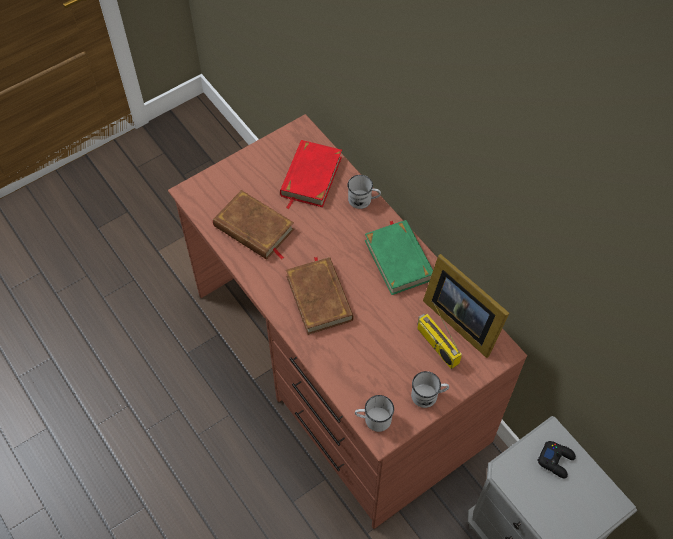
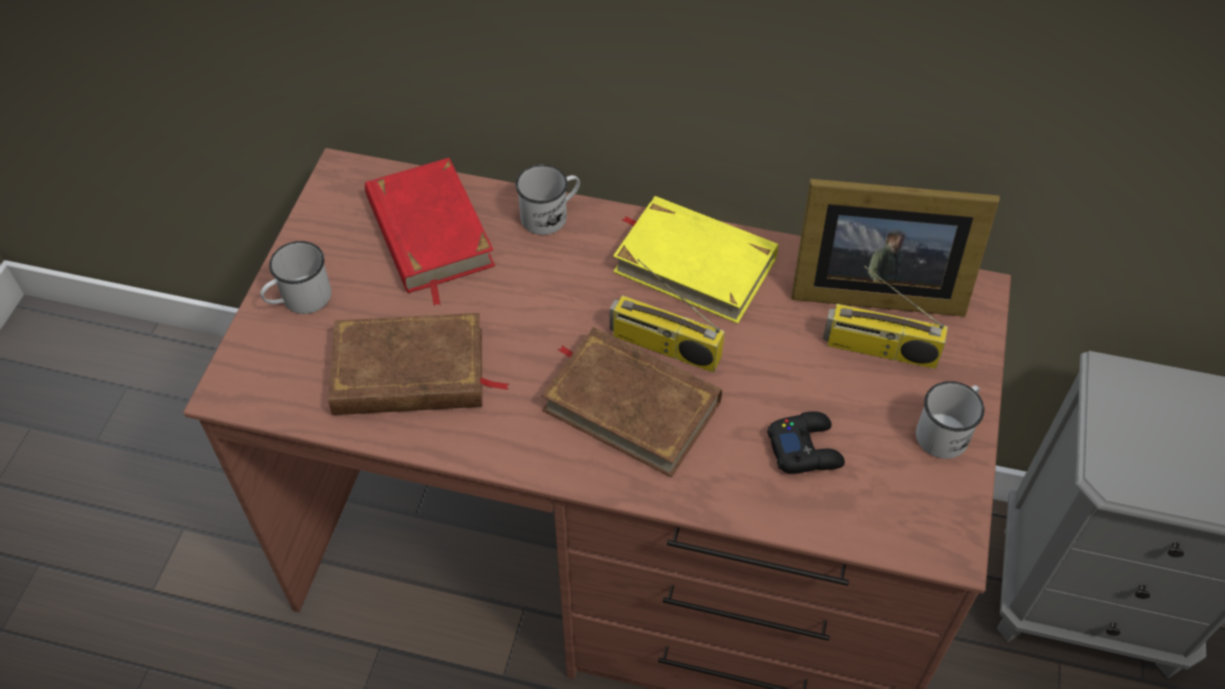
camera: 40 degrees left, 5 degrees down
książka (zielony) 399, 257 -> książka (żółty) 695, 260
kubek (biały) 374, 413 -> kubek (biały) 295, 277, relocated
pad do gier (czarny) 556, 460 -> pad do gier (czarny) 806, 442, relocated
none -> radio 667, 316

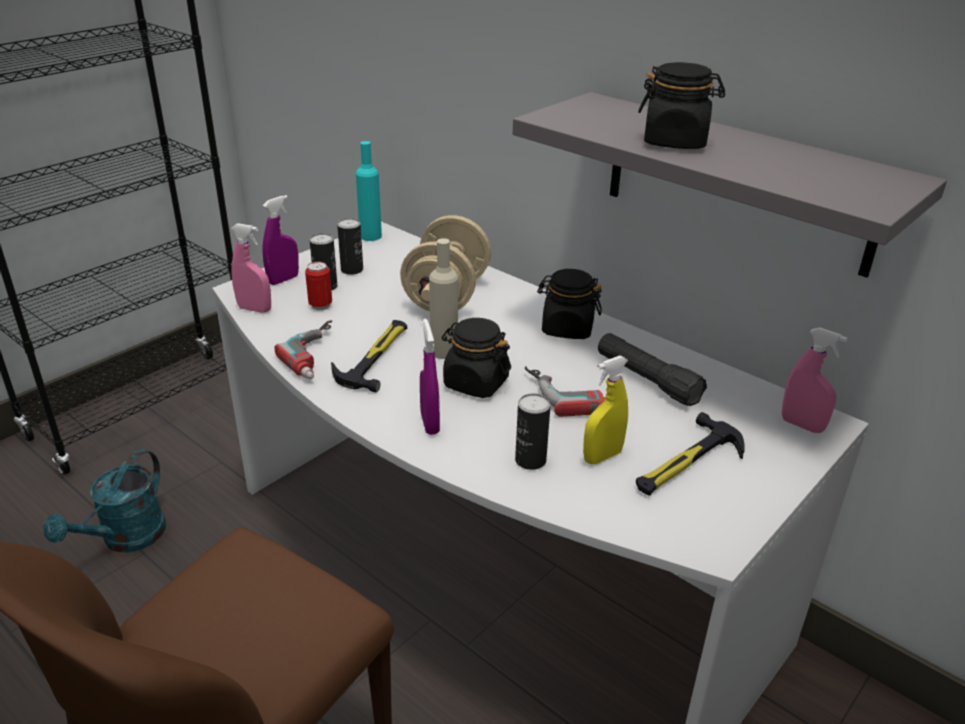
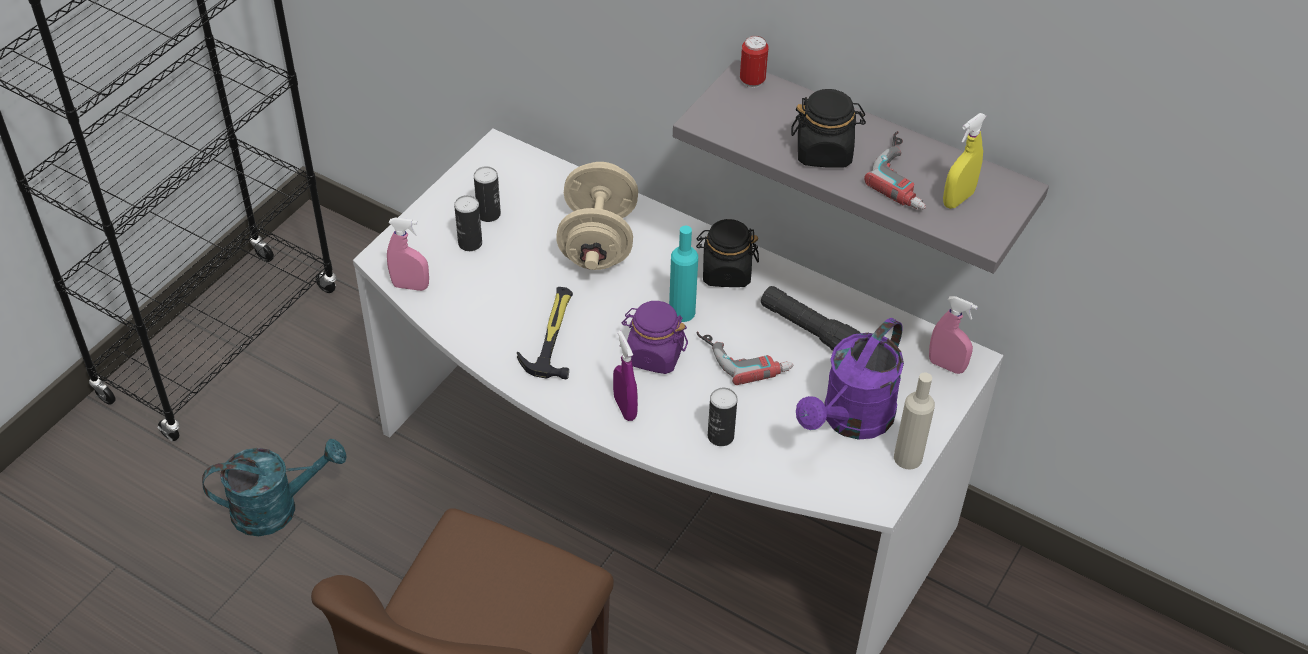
camera: 10 degrees left, 15 degrees up
butelka (turkusowy) 369, 191 -> butelka (turkusowy) 683, 274, relocated
spryskiwacz (fioletowy) 280, 240 -> none
butelka (beżowy) 443, 298 -> butelka (beżowy) 914, 421, relocated
puszka 318, 286 -> puszka 754, 62, relocated
słoik (czarny) 476, 358 -> słoik (fioletowy) 655, 337
wiertarka 303, 349 -> wiertarka 895, 170, relocated
spryskiwacz (żółty) 605, 409 -> spryskiwacz (żółty) 964, 161, relocated
młotek 690, 454 -> konewka (fioletowy) 850, 379
konewka (turkusowy) 104, 501 -> konewka (turkusowy) 274, 487, 120 degrees counterclockwise

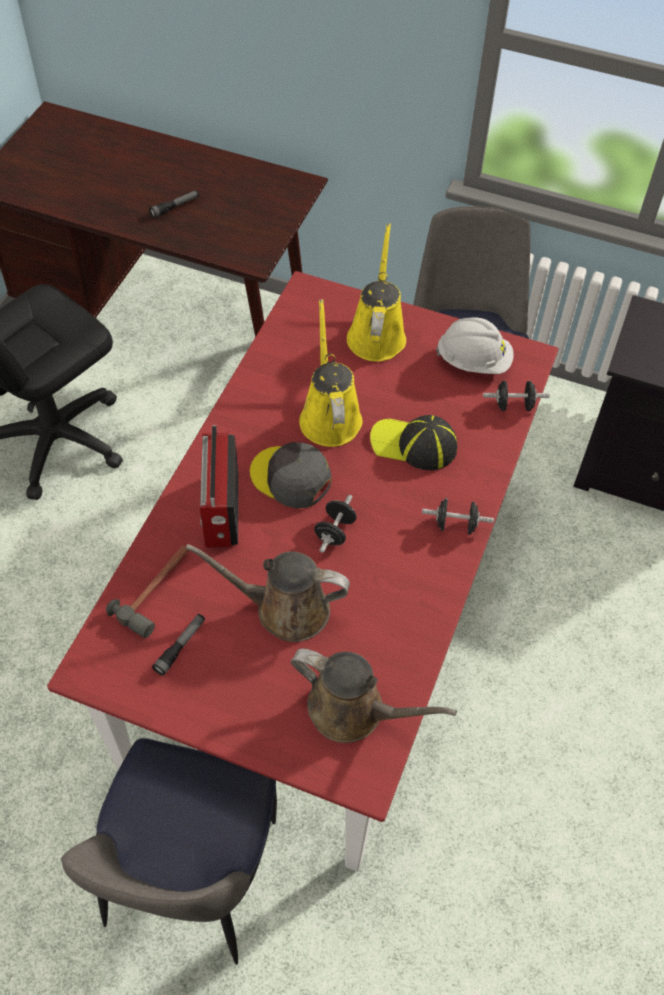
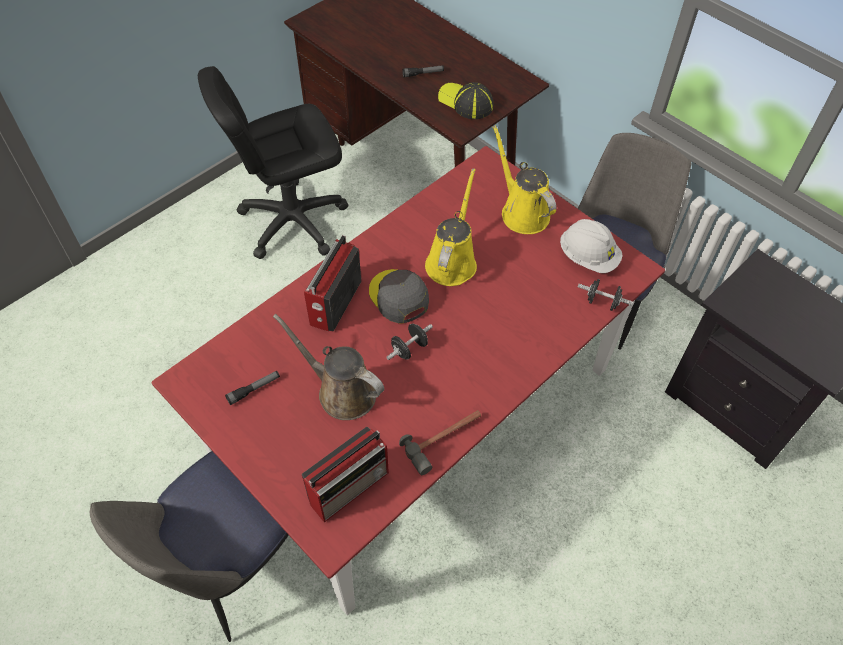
camera: 25 degrees right, 0 degrees up
konewka (żółty) 376, 292 -> konewka (żółty) 524, 179, 60 degrees counterclockwise
czapka z daszkiem 413, 442 -> czapka z daszkiem 466, 100, relocated
hantel (czarny) 458, 516 -> none
młotek 147, 591 -> młotek 440, 442, relocated
konewka (brązowy) 374, 696 -> radio 345, 475

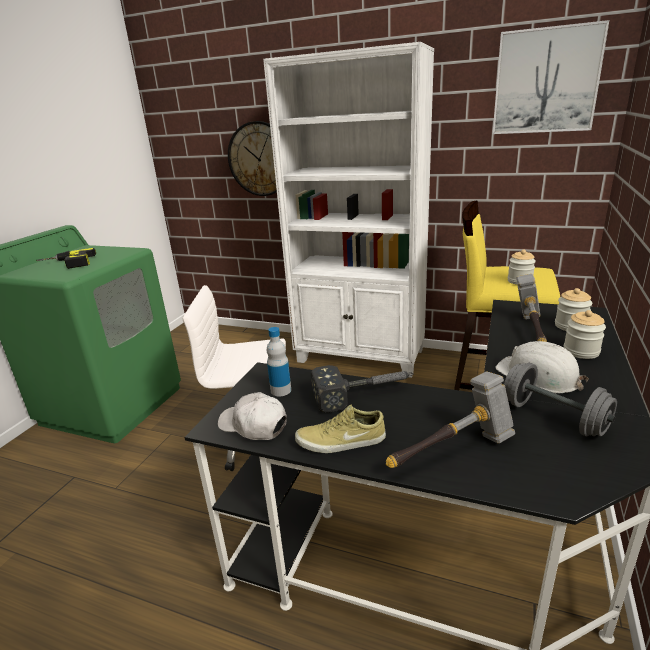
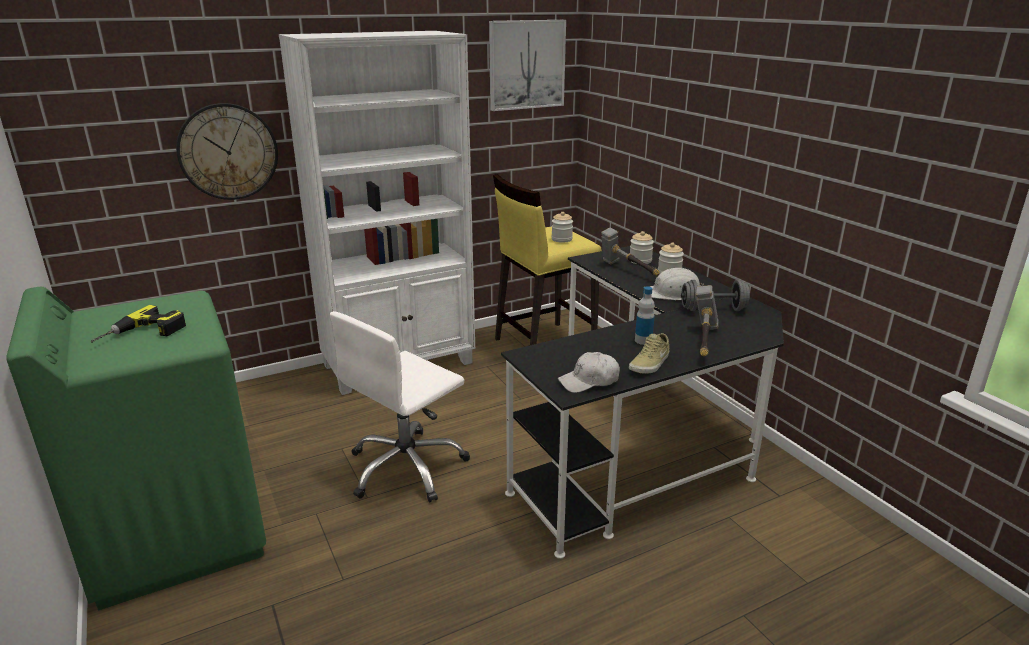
camera: 50 degrees left, 0 degrees up
butelka 278, 361 -> butelka 645, 315, relocated
młotek 362, 389 -> none

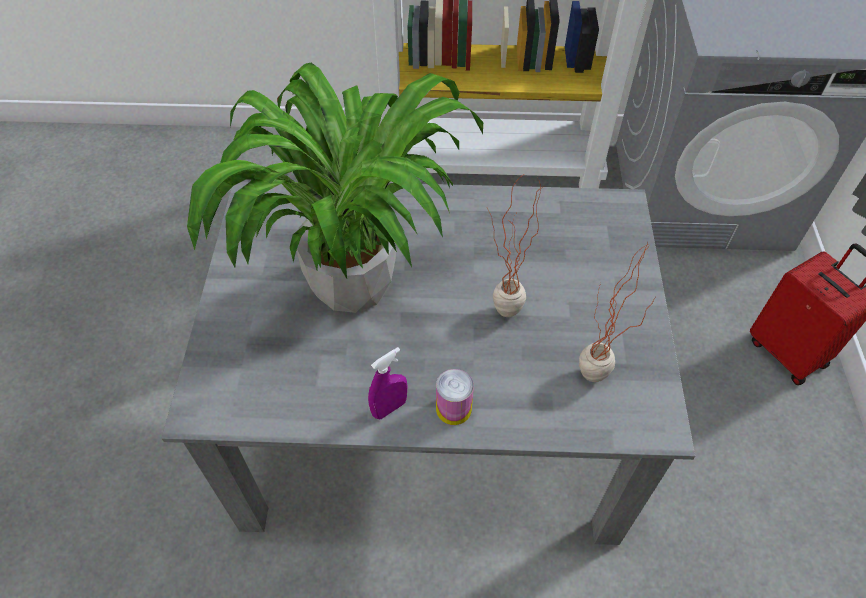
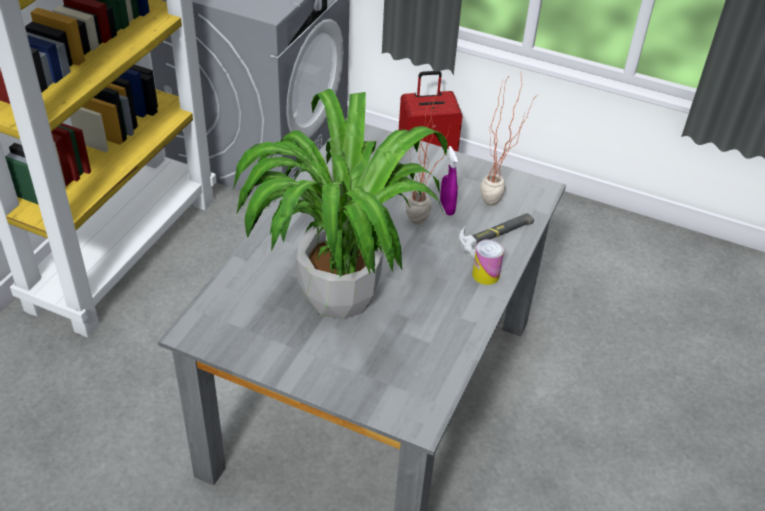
camera: 70 degrees left, 10 degrees down
spryskiwacz (fioletowy) 388, 383 -> spryskiwacz (fioletowy) 449, 180, relocated
none -> młotek 496, 236

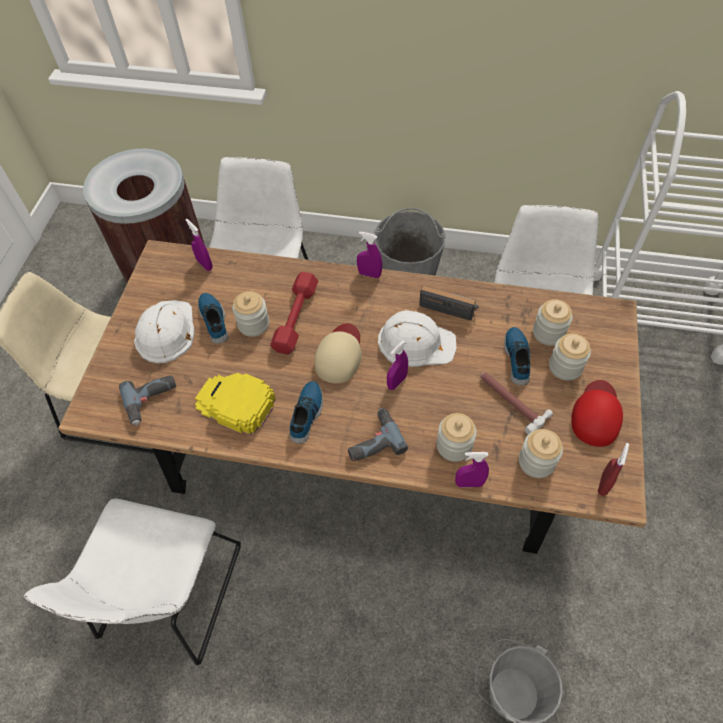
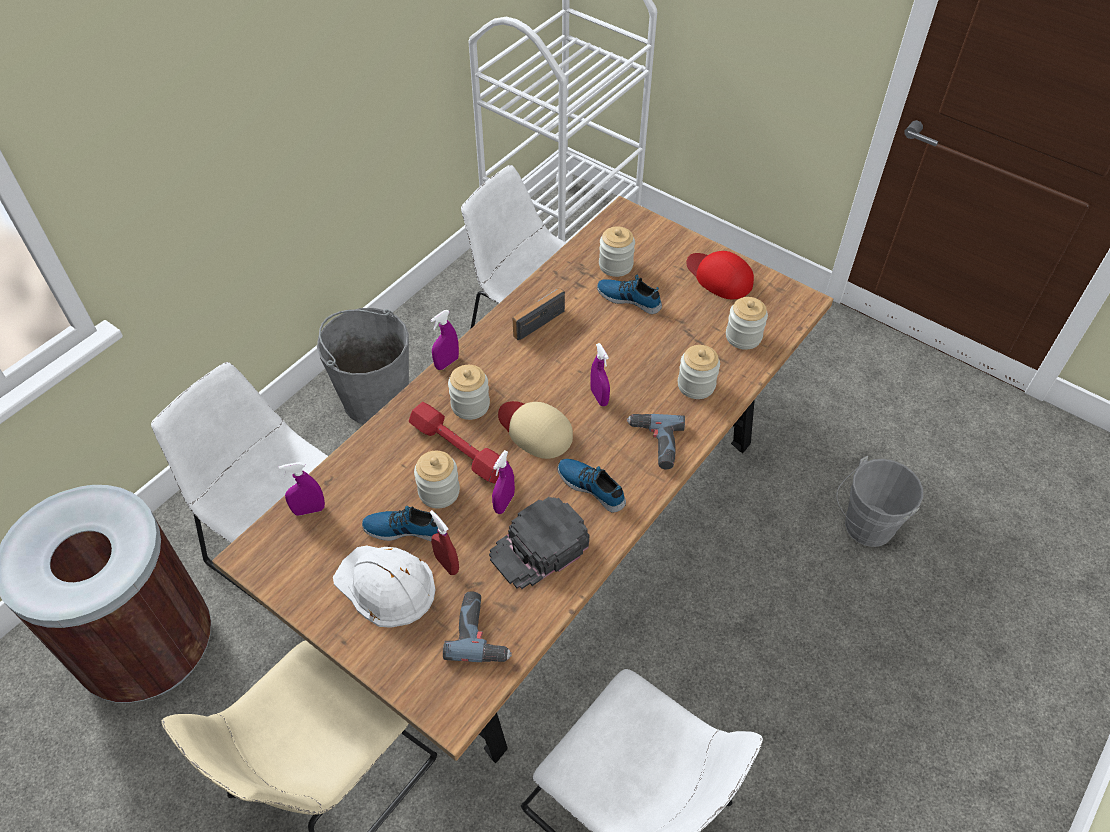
camera: 65 degrees left, 5 degrees down
kask (biały) 417, 338 -> none
słoik 570, 357 -> słoik 469, 392, relocated
młotek 516, 403 -> none
czapka z daszkiem (żółty) 235, 404 -> czapka z daszkiem (czarny) 539, 543
spryskiwacz (czerwony) 613, 469 -> spryskiwacz (czerwony) 444, 542, relocated
spryskiwacz (fioletowy) 472, 470 -> spryskiwacz (fioletowy) 503, 482, relocated

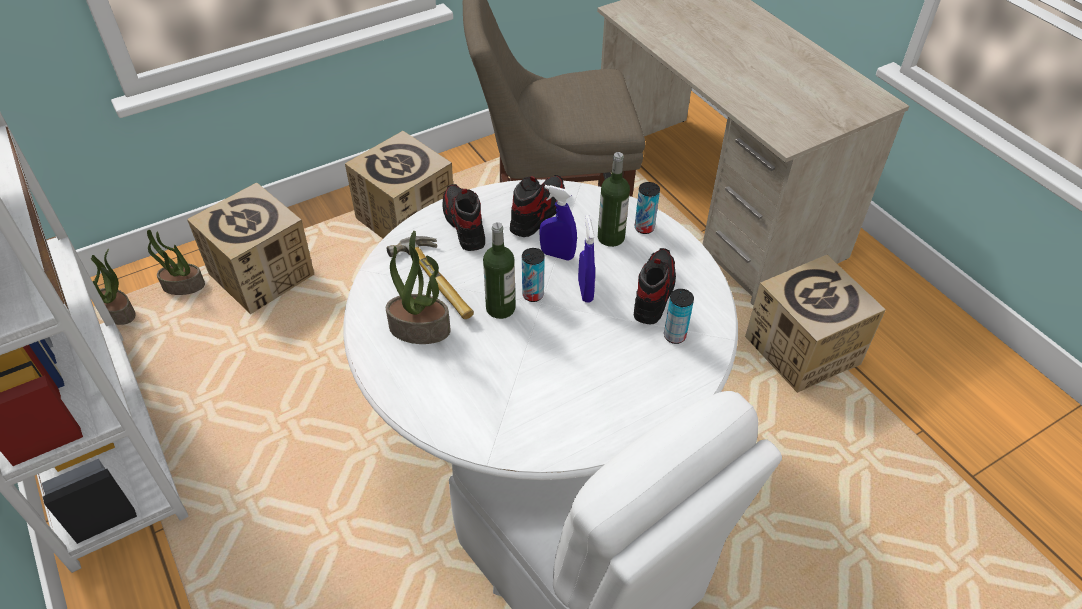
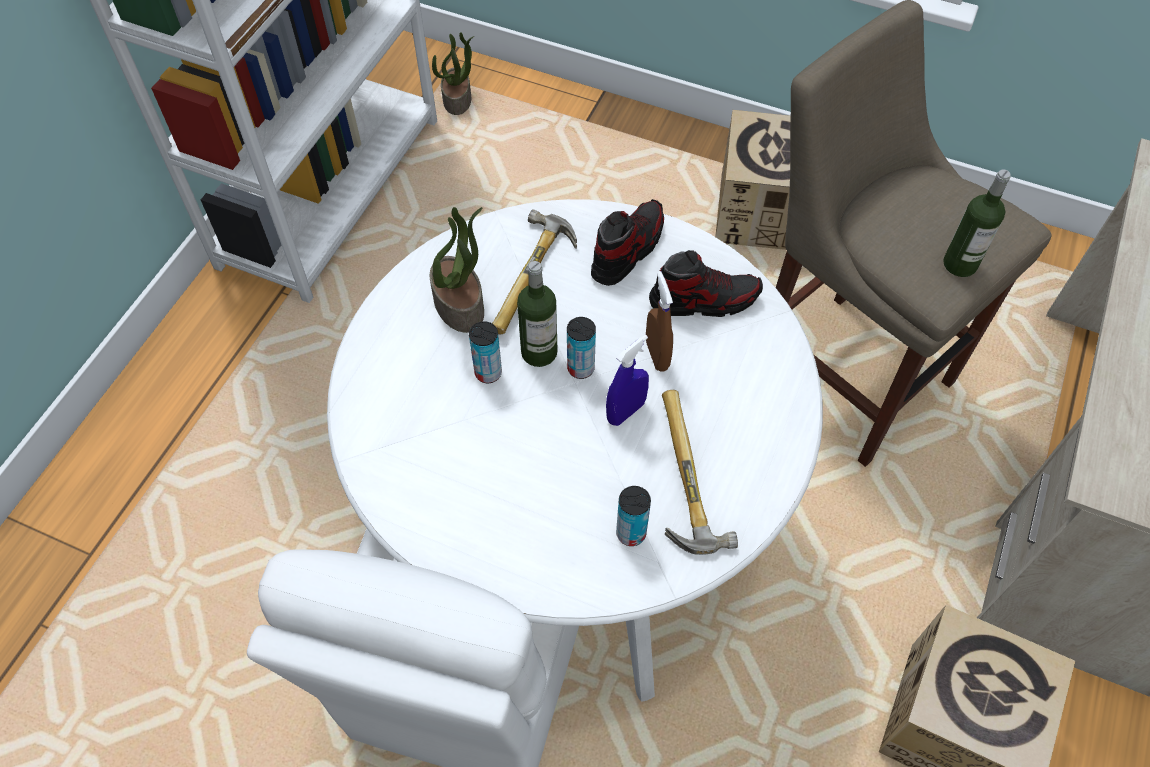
camera: 55 degrees right, 10 degrees up
butelka 614, 199 -> butelka 977, 223, relocated
karton 250, 248 -> none
puszka 647, 208 -> puszka 485, 352, relocated
spryskiwacz (niebieski) 558, 223 -> spryskiwacz (brązowy) 659, 321
roślina doniczkowa 176, 262 -> none
but 655, 286 -> młotek 700, 472

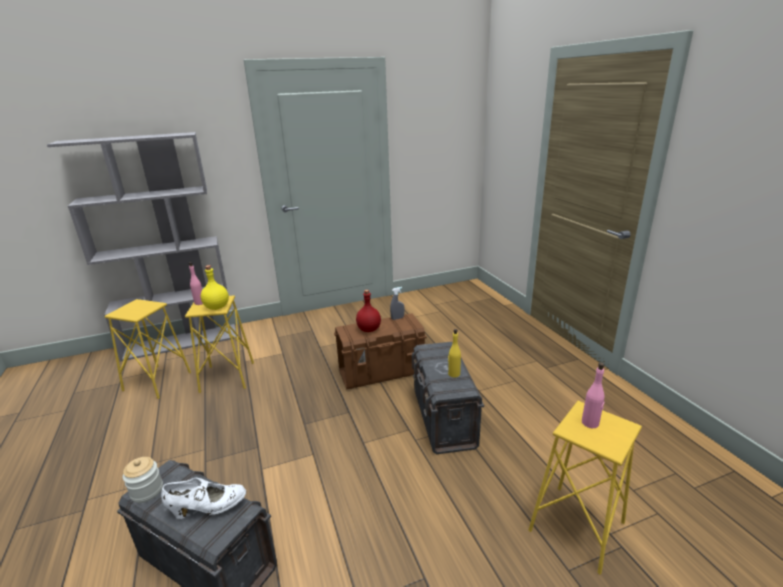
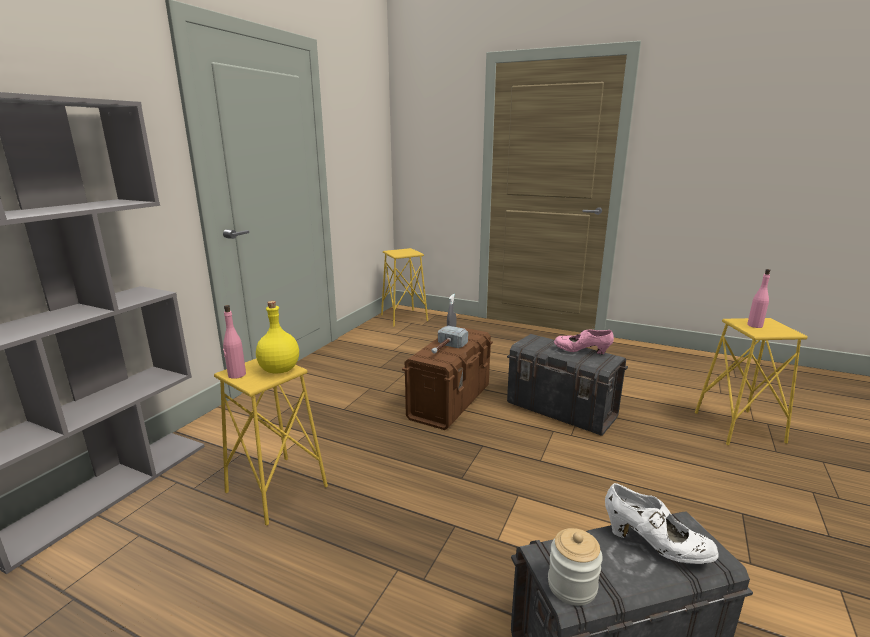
camera: 45 degrees left, 5 degrees down
butelka (czerwony) 368, 311 -> młotek 449, 340
stołek (żółty) 148, 349 -> stołek (żółty) 404, 287, relocated
butelka (żółty) 454, 353 -> but (różowy) 584, 341
but (biały) 203, 498 -> but (biały) 662, 523, 90 degrees clockwise

